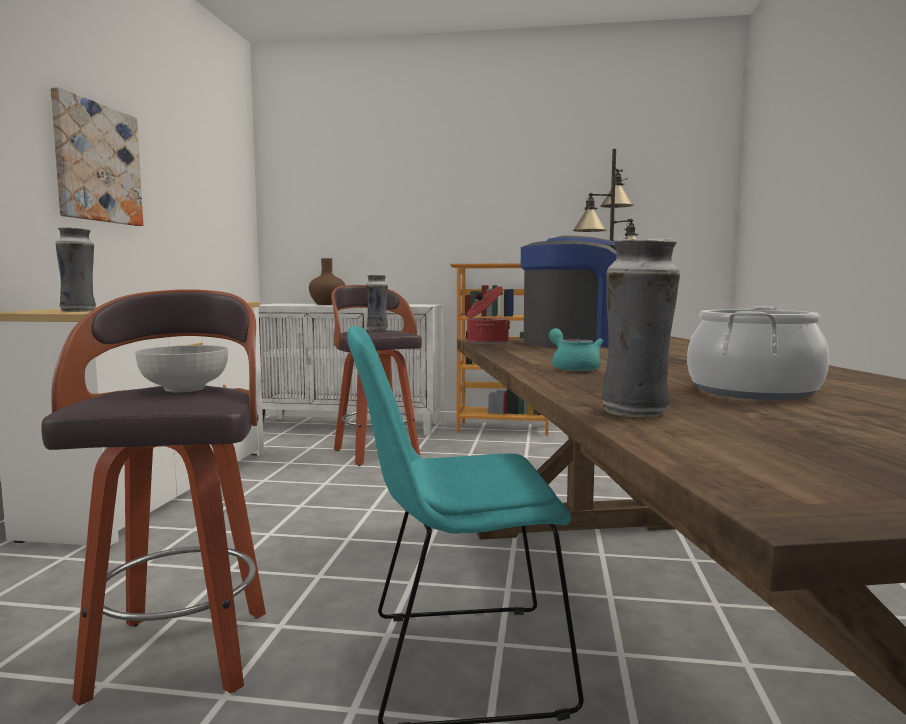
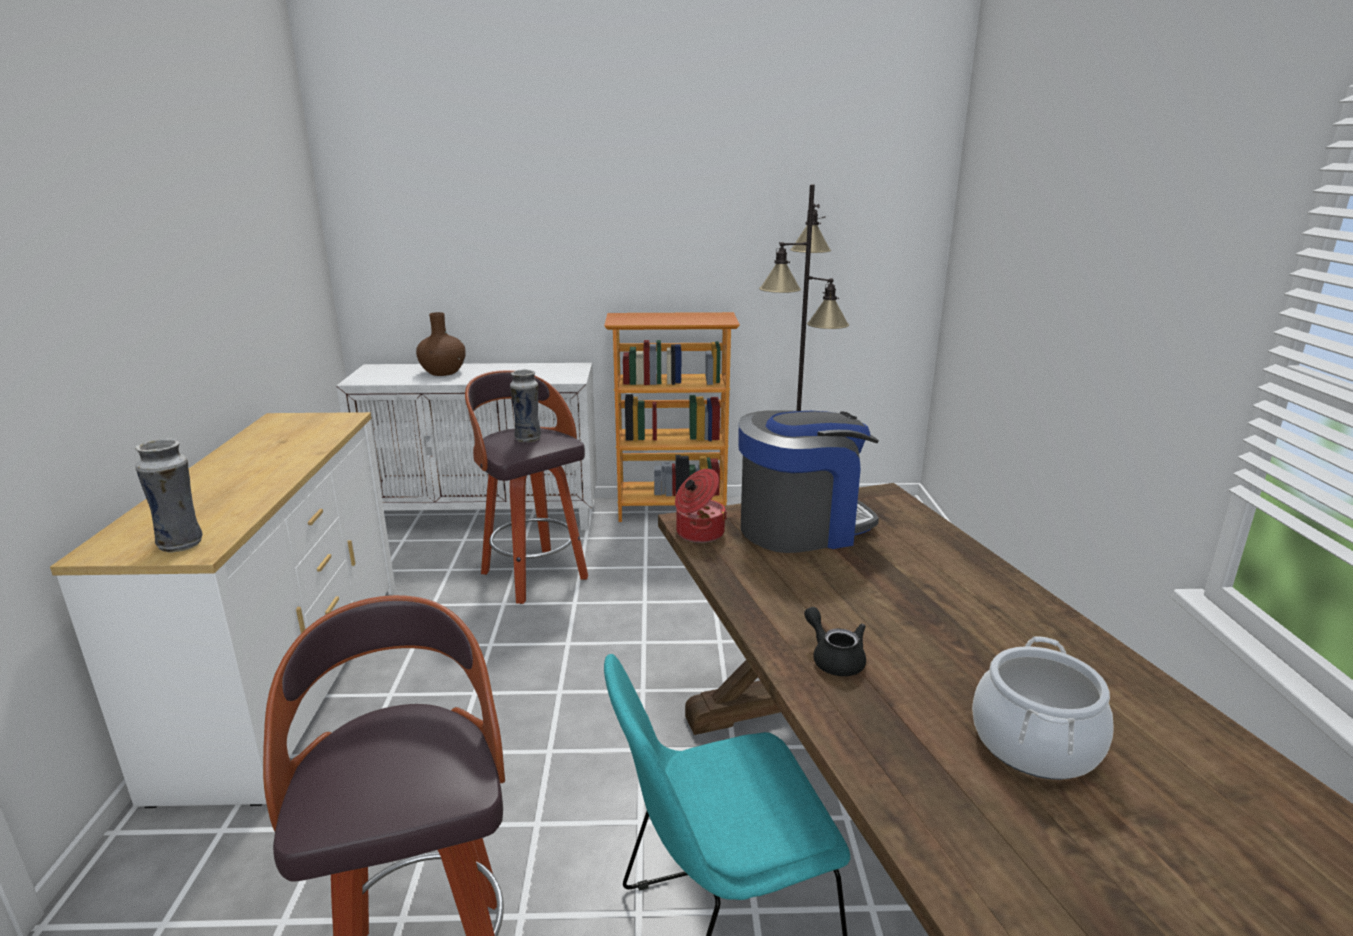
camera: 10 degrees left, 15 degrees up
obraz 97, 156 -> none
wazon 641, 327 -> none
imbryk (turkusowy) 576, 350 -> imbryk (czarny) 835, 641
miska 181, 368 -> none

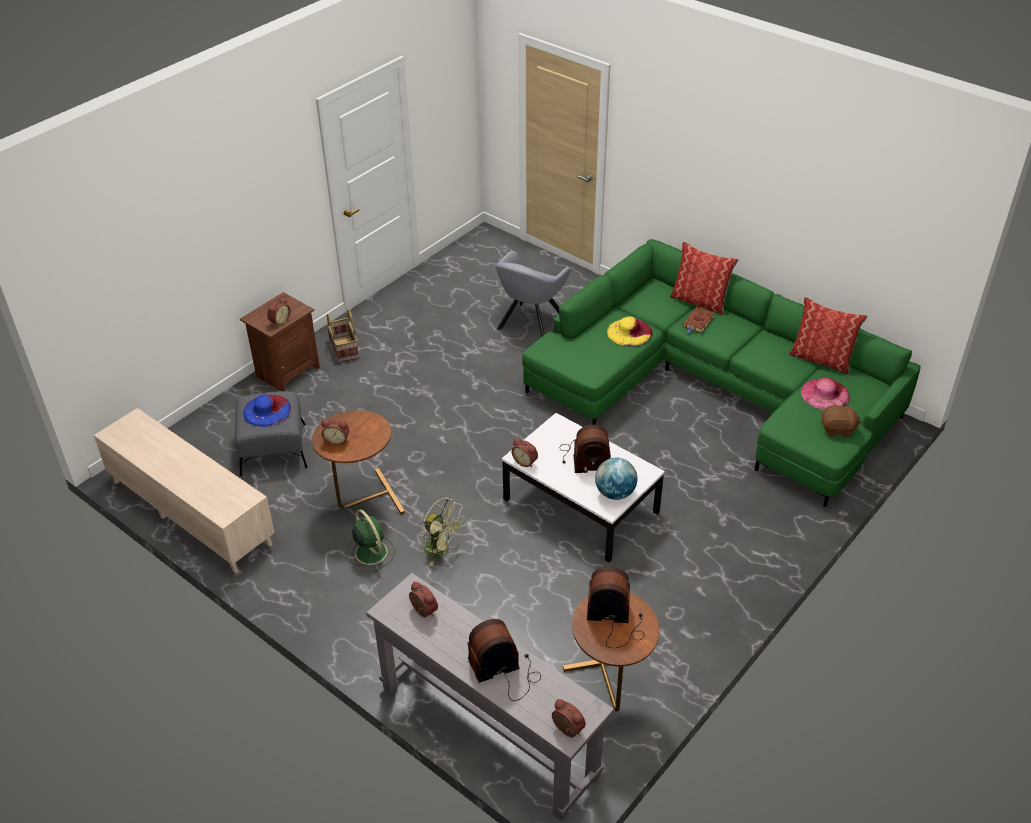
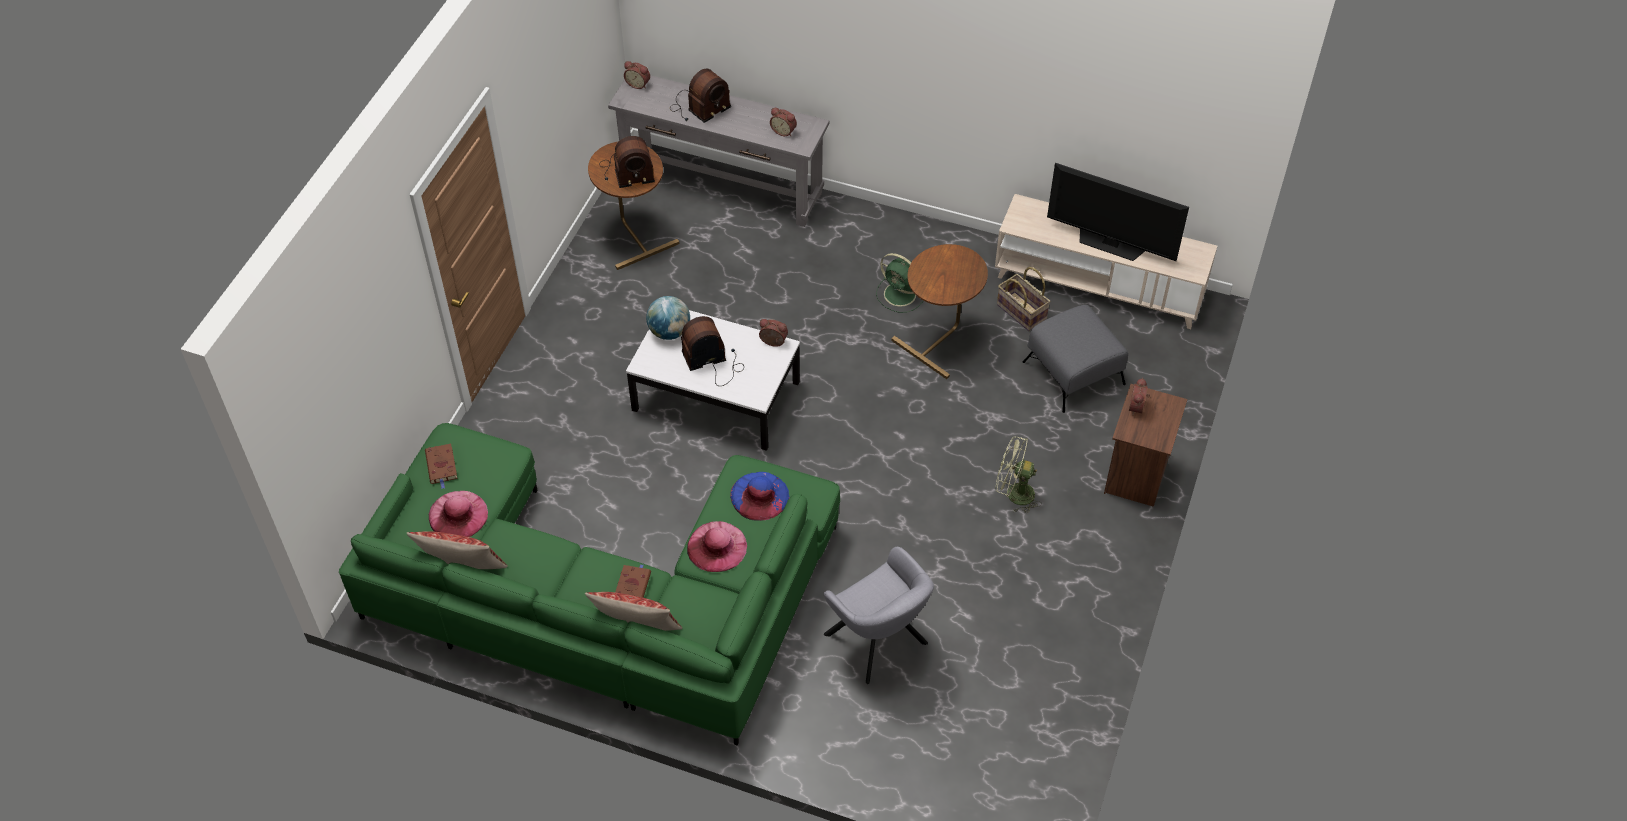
camera: 160 degrees right, 10 degrees up
fotel (szary) 532, 294 -> fotel (szary) 879, 615, 135 degrees clockwise
koszyk 342, 336 -> koszyk 1024, 299, relocated
kapelusz (żółty) 630, 331 -> kapelusz (różowy) 717, 546
kapelusz (niebieski) 267, 410 -> kapelusz (niebieski) 760, 496, relocated
pluszak (brązowy) 841, 421 -> książka (brązowy) 441, 466
budzik 335, 432 -> none
wentylator (zielony) 443, 531 -> wentylator (zielony) 1018, 474, relocated
none -> telewizor 1118, 212

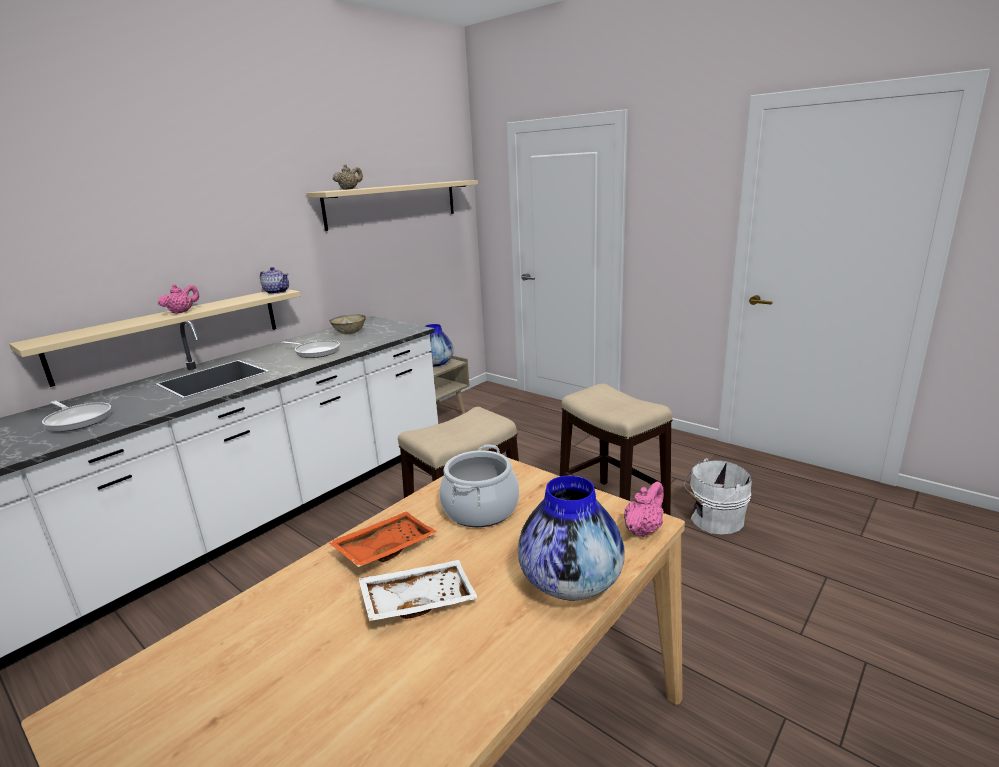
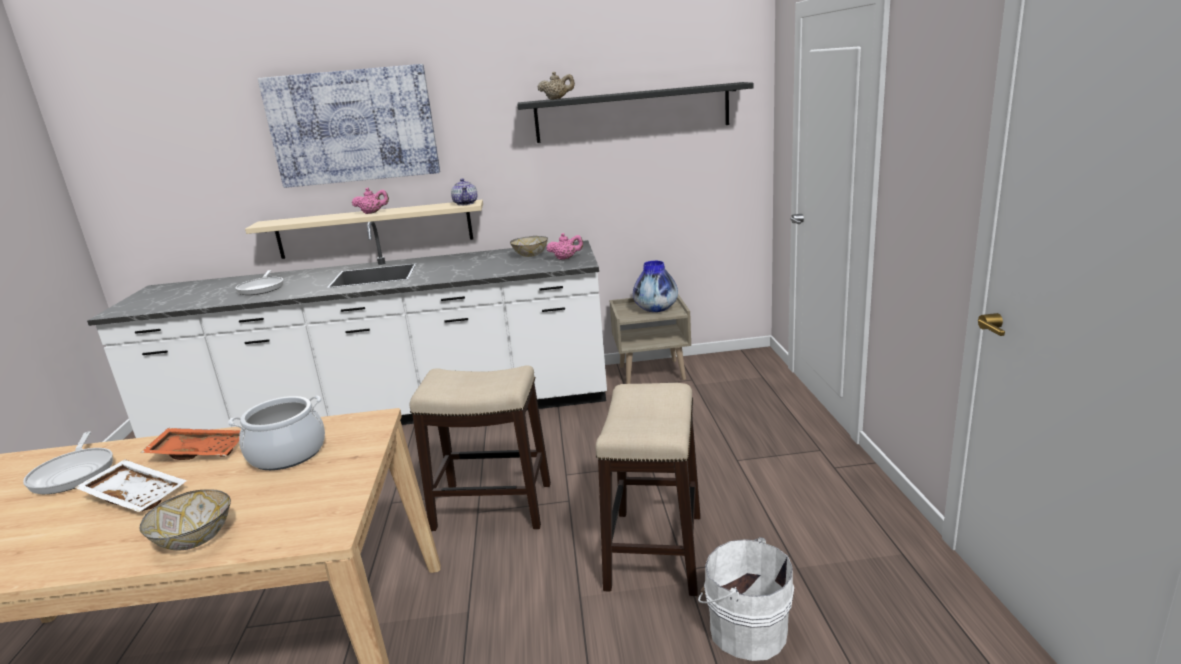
camera: 45 degrees right, 0 degrees up
półka (beżowy) 392, 205 -> półka (czarny) 635, 112
patelnia 310, 349 -> patelnia 68, 462, relocated
wazon 571, 538 -> miska 185, 519
imbryk (różowy) 644, 509 -> imbryk (różowy) 564, 246, relocated
none -> obraz 349, 126

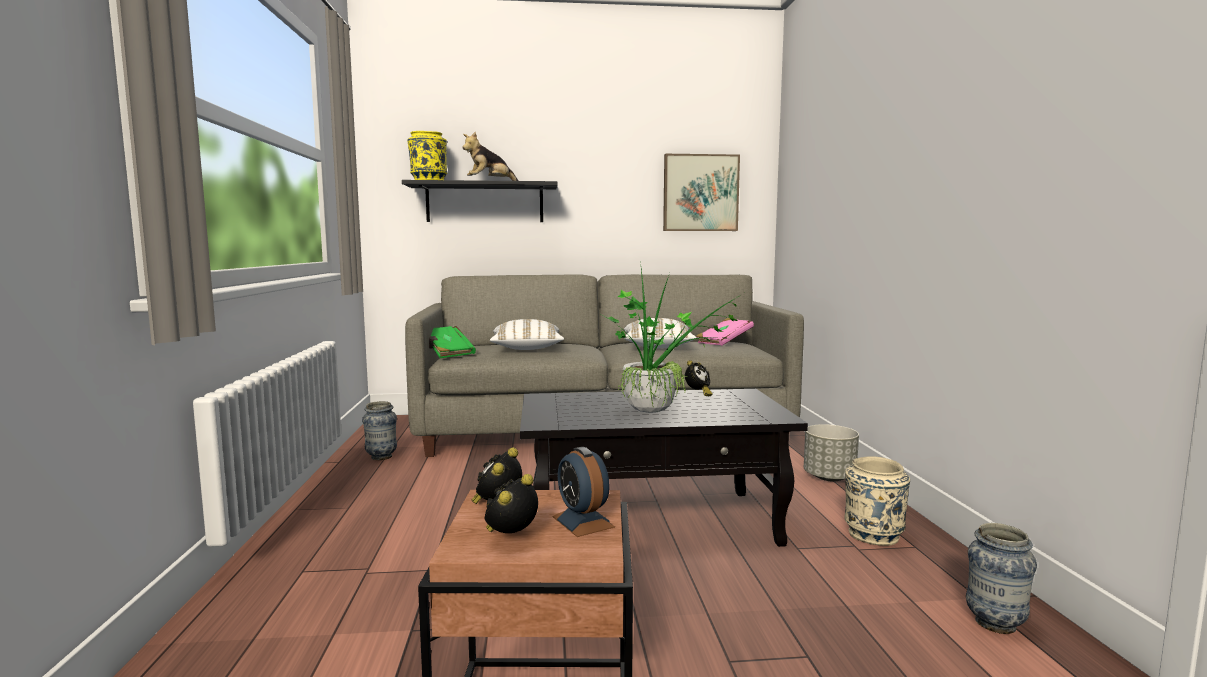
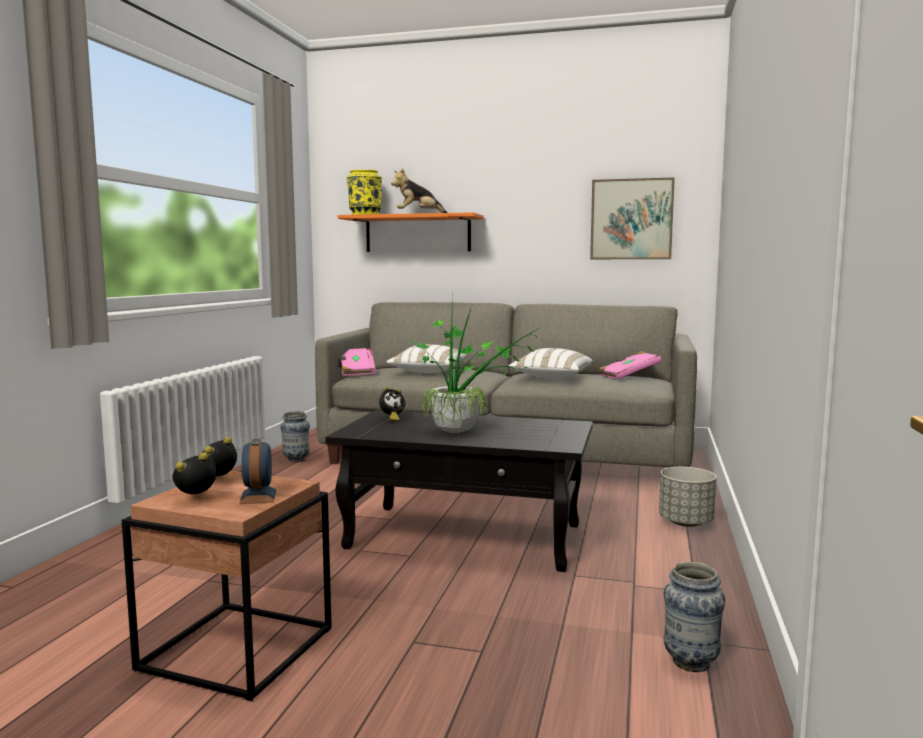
camera: 20 degrees right, 0 degrees up
półka (czarny) 480, 201 -> półka (pomarańczowy) 410, 232
książka (zielony) 452, 342 -> książka (różowy) 357, 362
budzik 699, 378 -> budzik 392, 404, relocated
wazon (beżowy) 877, 501 -> none

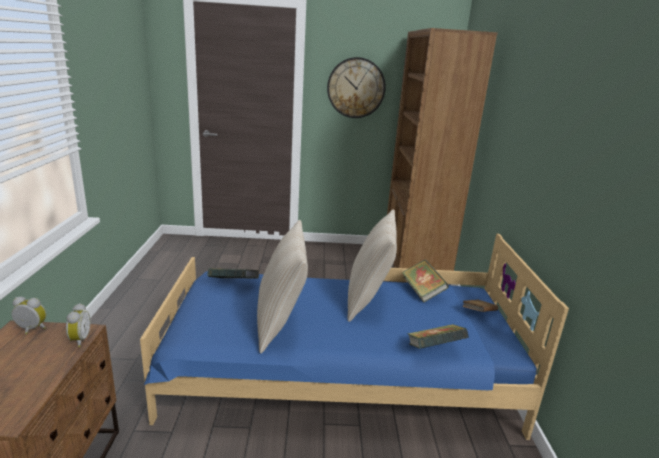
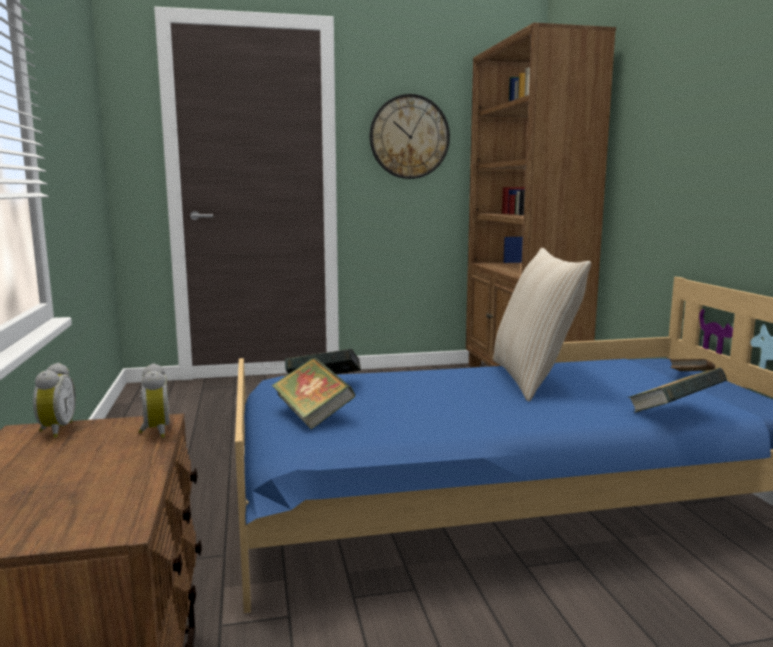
camera: 10 degrees left, 10 degrees down
poduszka (beżowy) 282, 286 -> none
książka 425, 281 -> książka 314, 393, relocated
budzik 29, 315 -> budzik 54, 400, 90 degrees clockwise

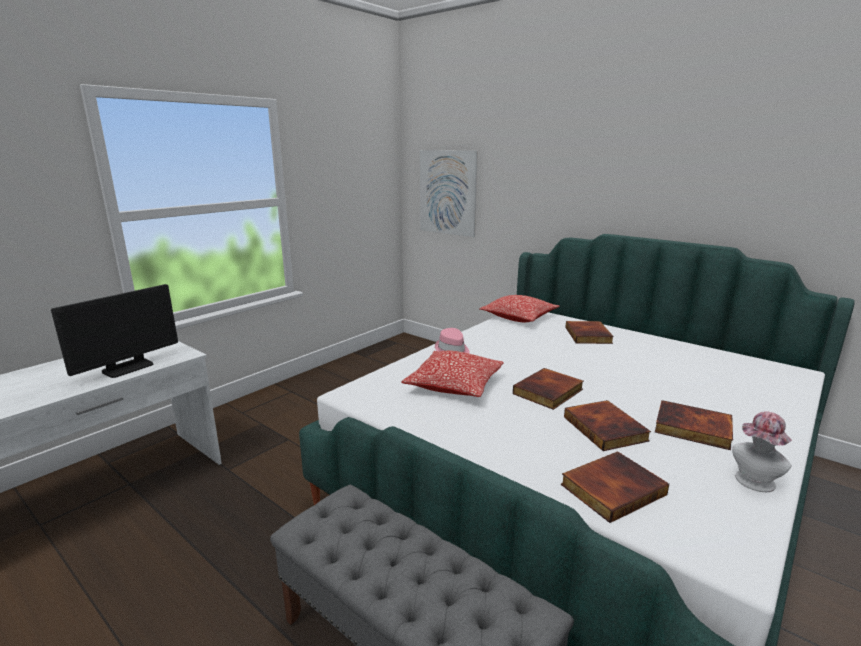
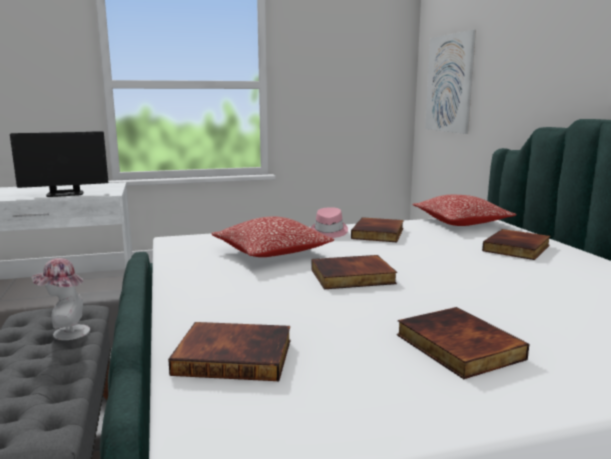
camera: 35 degrees right, 5 degrees down
książka 607, 425 -> książka 377, 230, relocated
kapelusz 762, 451 -> kapelusz 61, 299, relocated

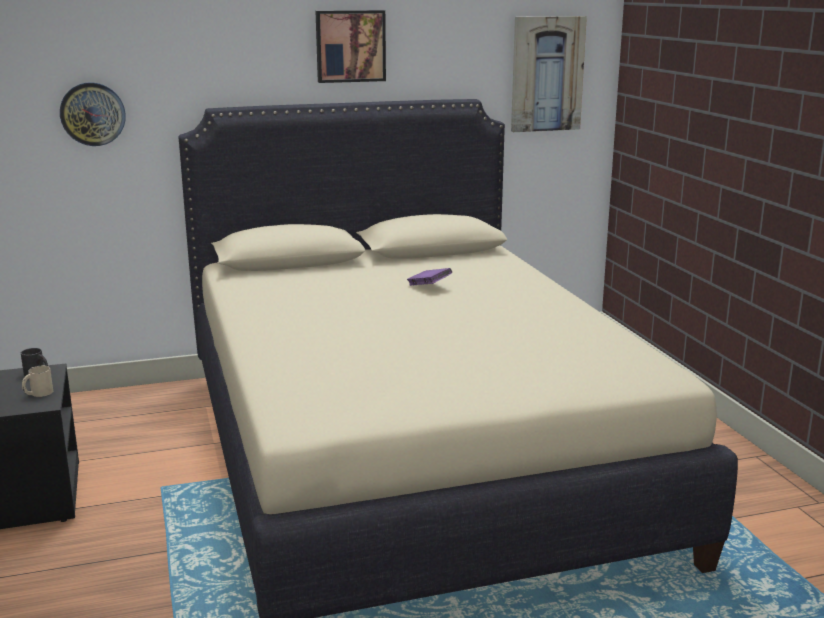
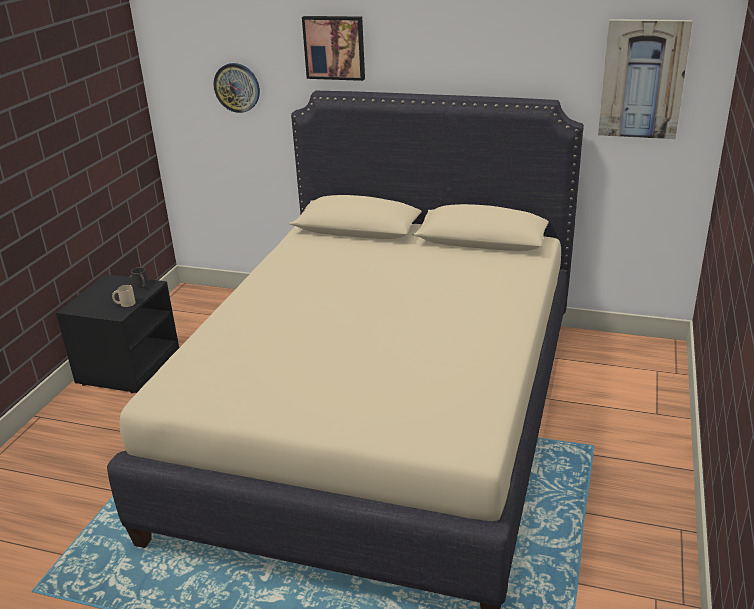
camera: 35 degrees right, 10 degrees up
obraz 351, 46 -> obraz 333, 48, relocated
książka (fioletowy) 429, 277 -> none

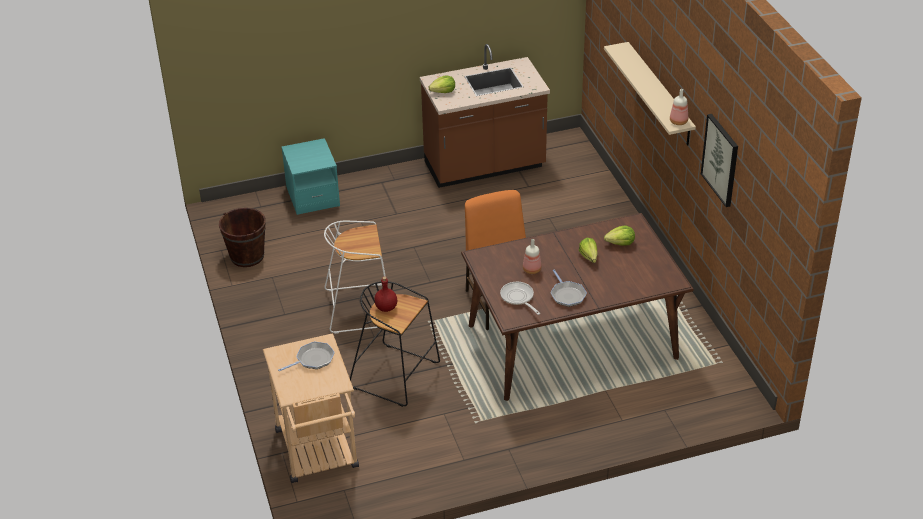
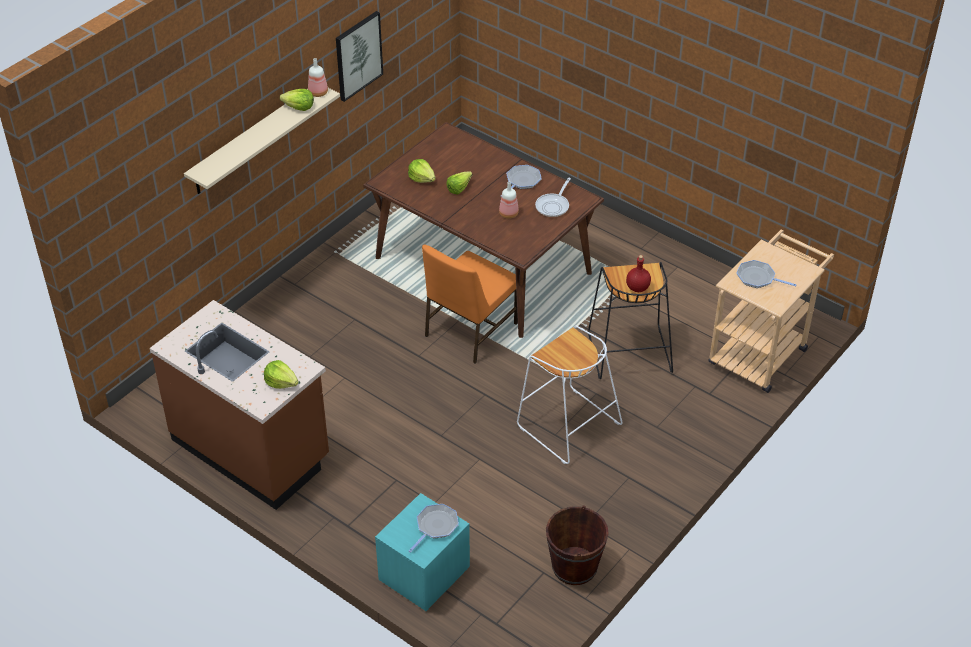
camera: 125 degrees left, 5 degrees up
none -> sałata 297, 100
none -> patelnia 434, 528

